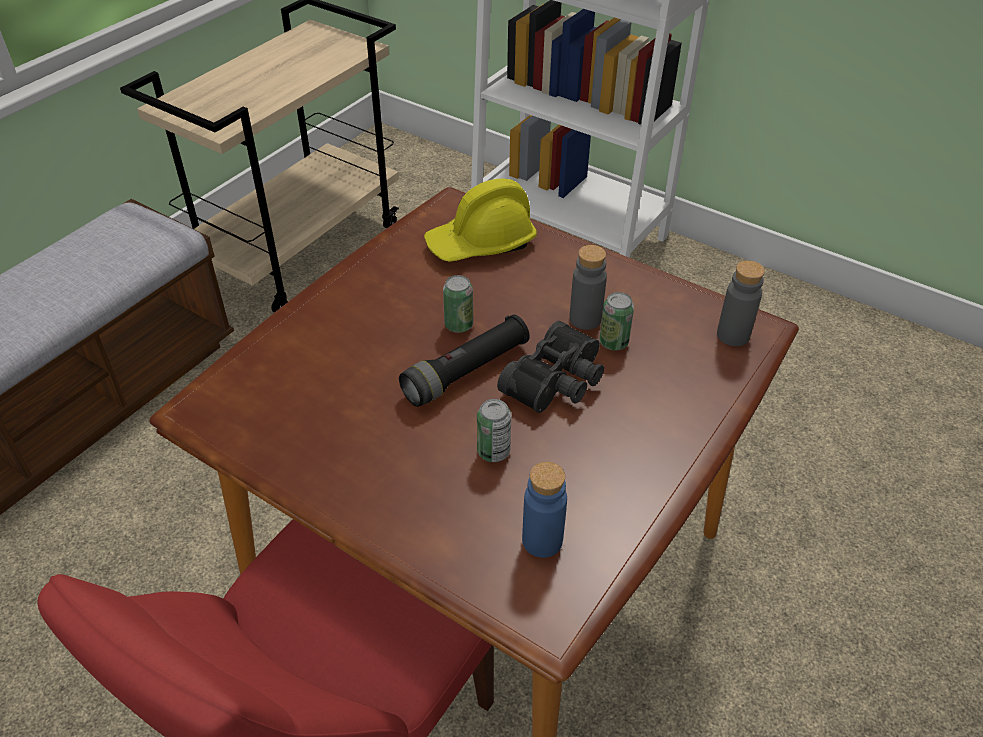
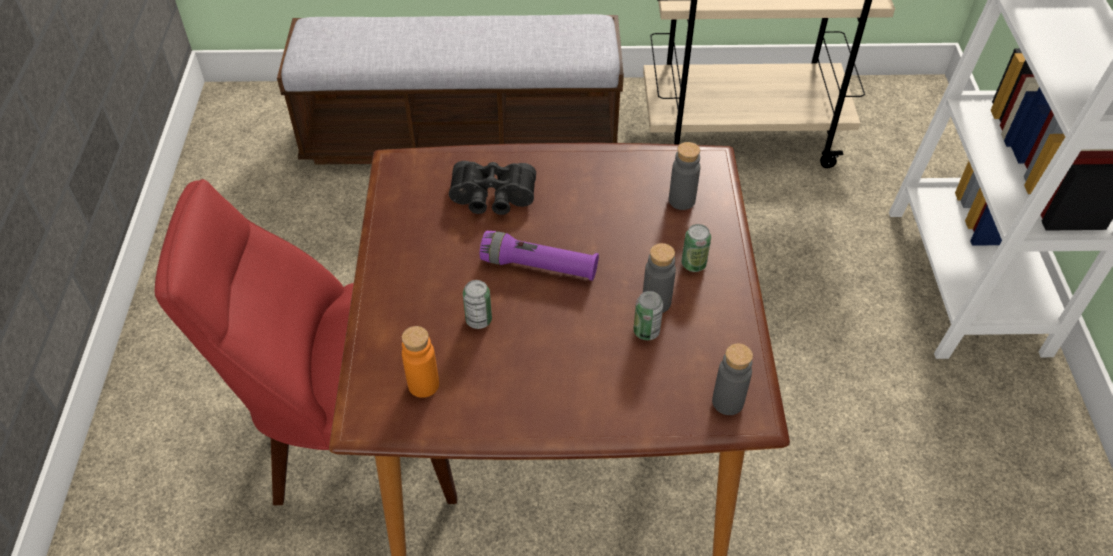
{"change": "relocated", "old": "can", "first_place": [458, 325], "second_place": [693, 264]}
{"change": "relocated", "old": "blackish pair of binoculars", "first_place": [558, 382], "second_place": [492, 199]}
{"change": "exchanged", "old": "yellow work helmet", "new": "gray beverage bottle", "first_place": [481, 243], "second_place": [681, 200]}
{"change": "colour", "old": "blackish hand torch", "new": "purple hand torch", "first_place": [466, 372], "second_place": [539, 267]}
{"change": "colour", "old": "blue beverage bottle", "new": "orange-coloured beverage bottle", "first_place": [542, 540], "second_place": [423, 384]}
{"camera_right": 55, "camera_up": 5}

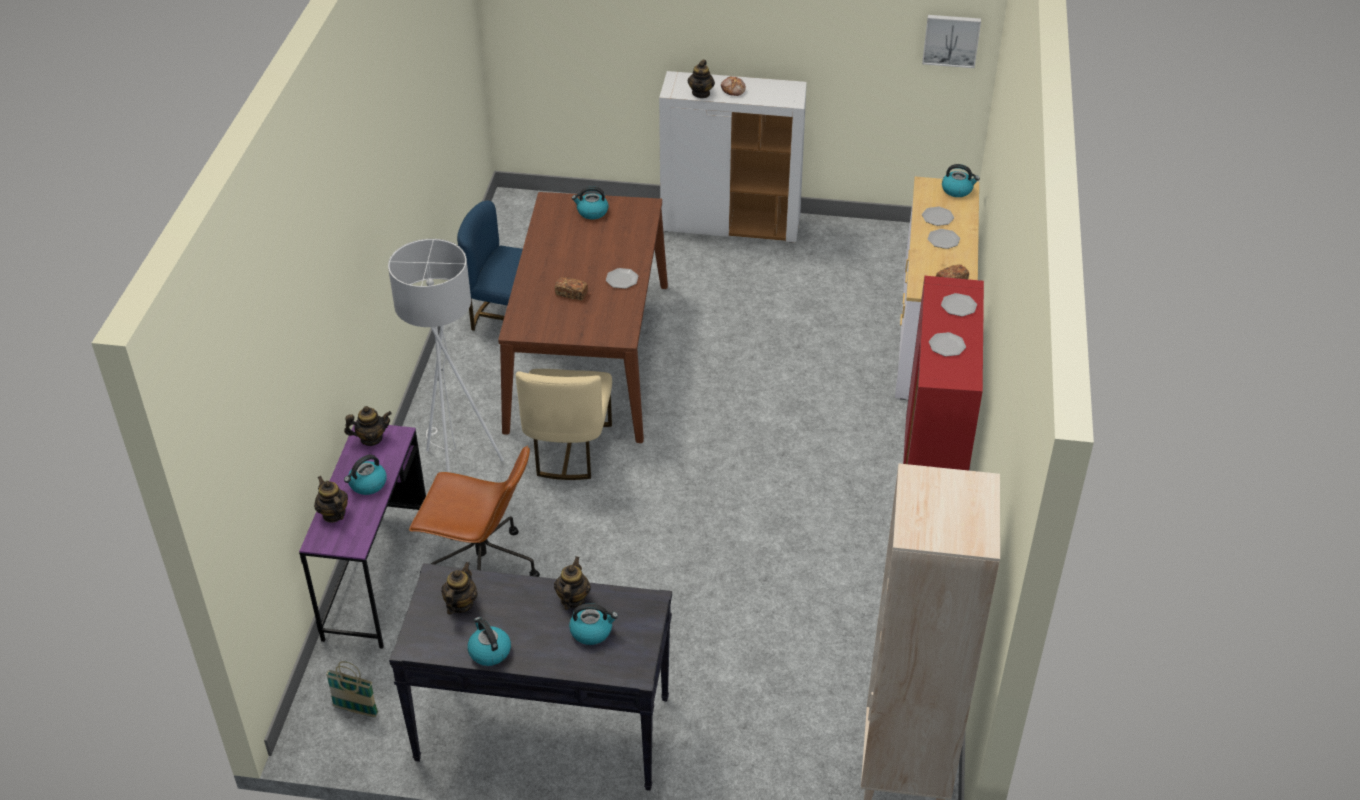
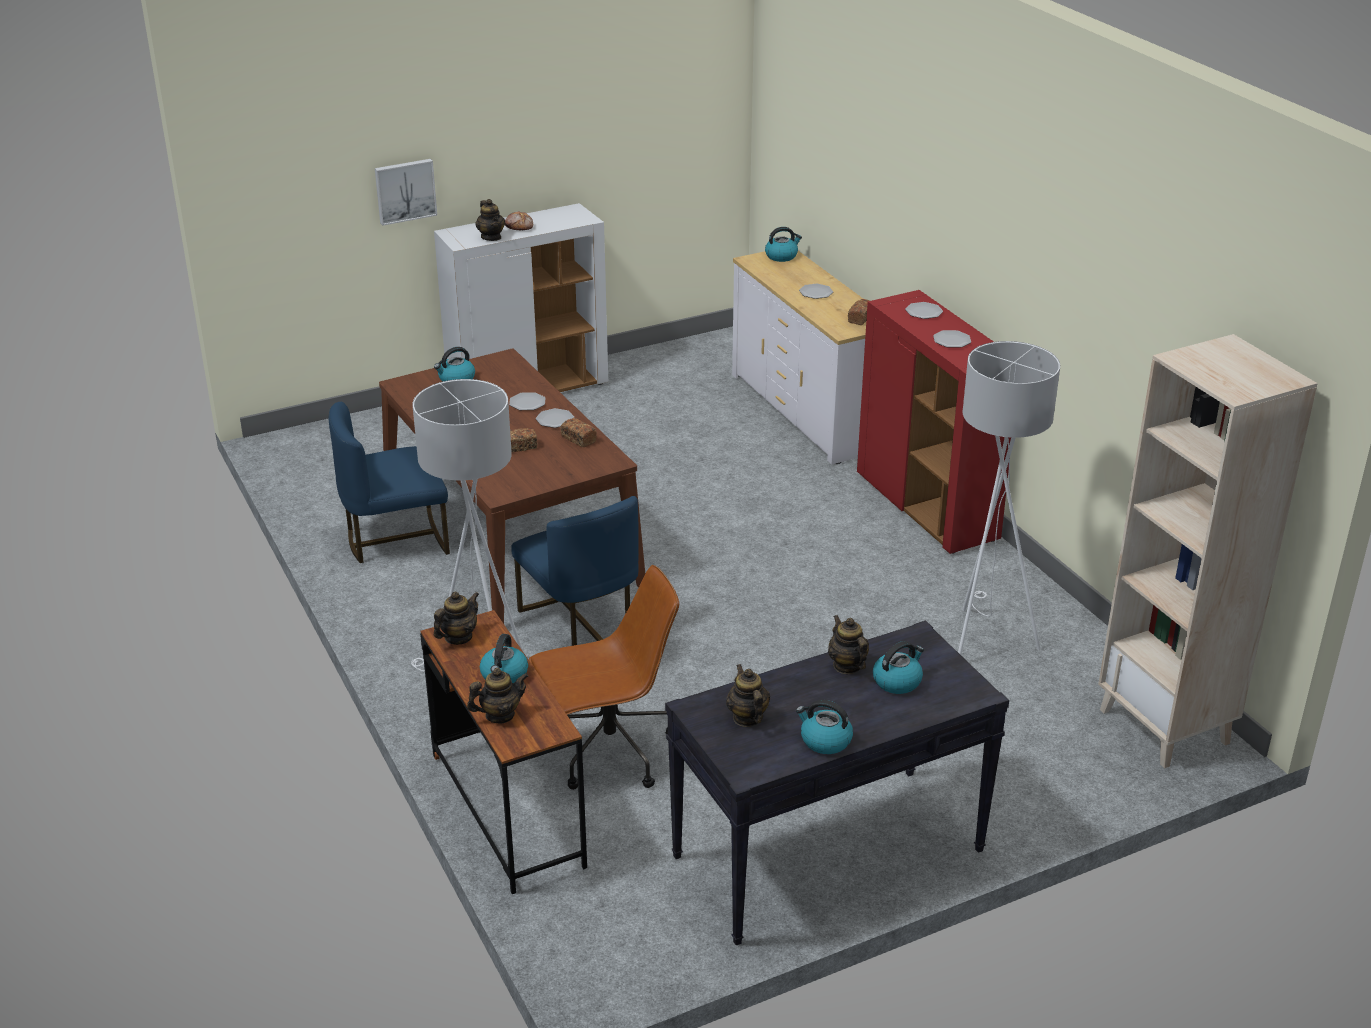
{"change": "missing", "old": "household basket", "first_place": [356, 710]}
{"change": "appeared", "new": "baked bread", "second_place": [578, 439]}
{"change": "appeared", "new": "whitish standard lamp", "second_place": [981, 637]}
{"change": "relocated", "old": "wall art", "first_place": [951, 40], "second_place": [405, 190]}
{"change": "relocated", "old": "plate", "first_place": [937, 217], "second_place": [527, 403]}
{"change": "colour", "old": "purple desk table", "new": "brownish desk table", "first_place": [377, 577], "second_place": [507, 810]}
{"change": "colour", "old": "beige upright chair", "new": "blue upright chair", "first_place": [568, 449], "second_place": [580, 620]}
{"change": "spun", "old": "teapot", "first_place": [333, 514], "second_place": [499, 715], "degrees": 135}
{"camera_right": -35, "camera_up": -10}

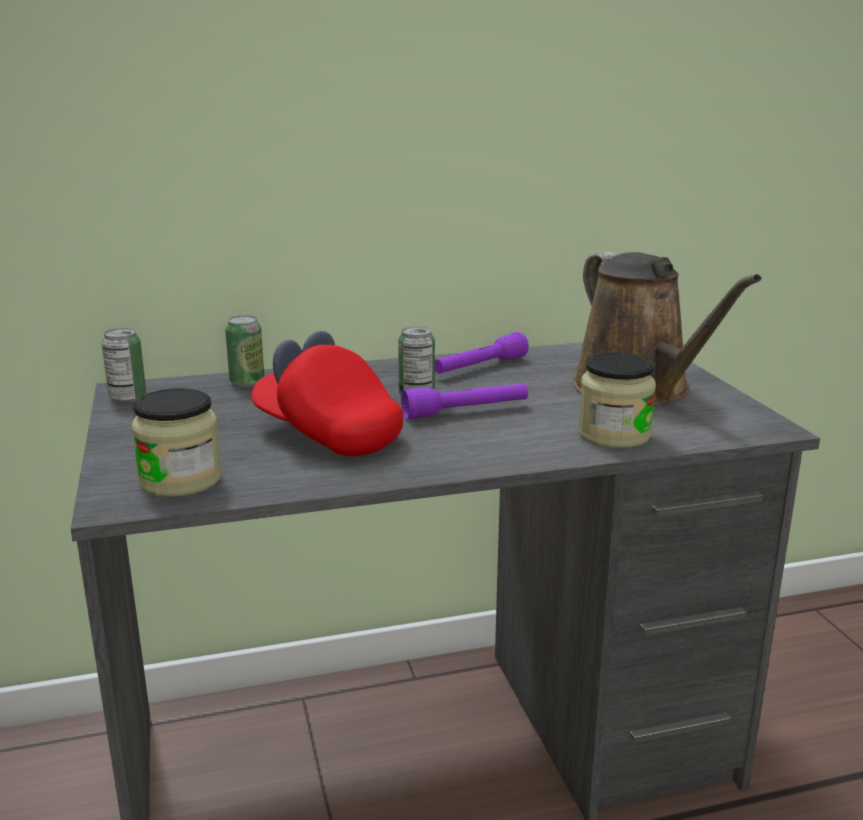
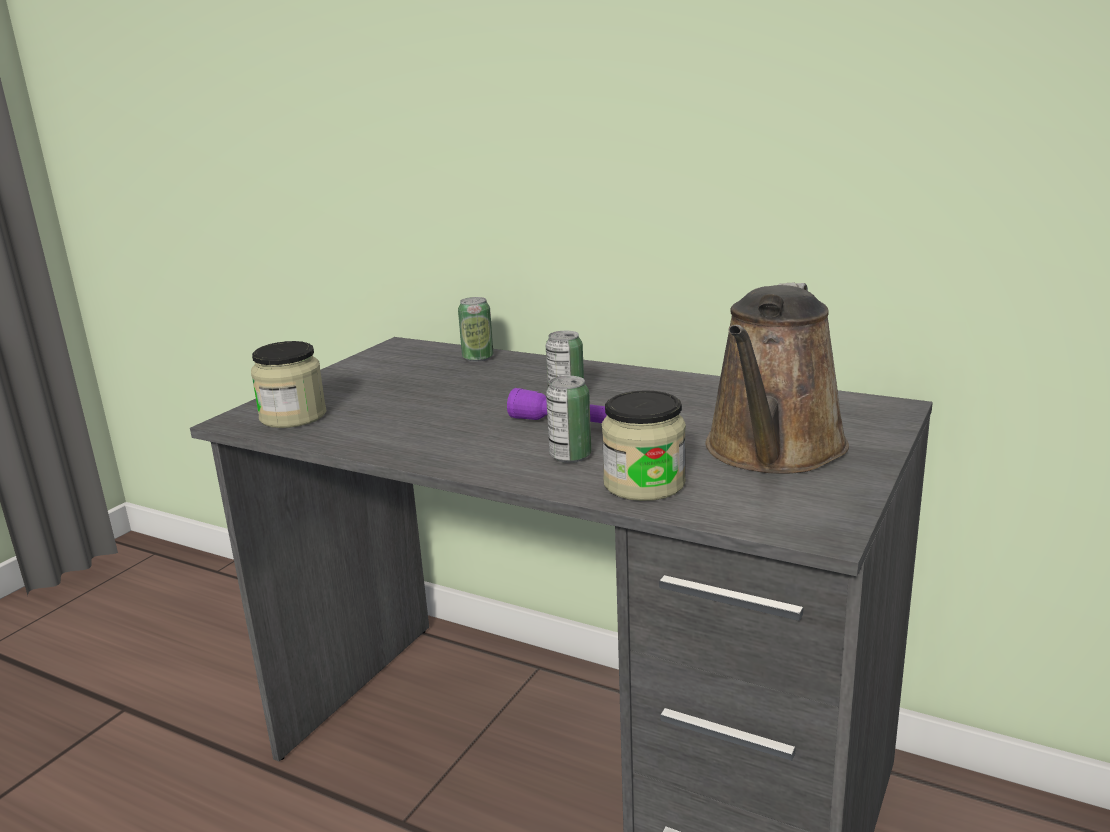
{"change": "missing", "old": "red-coloured cap", "first_place": [327, 434]}
{"change": "missing", "old": "purple hand torch", "first_place": [479, 367]}
{"change": "relocated", "old": "can", "first_place": [128, 398], "second_place": [570, 456]}
{"camera_right": 45, "camera_up": 0}

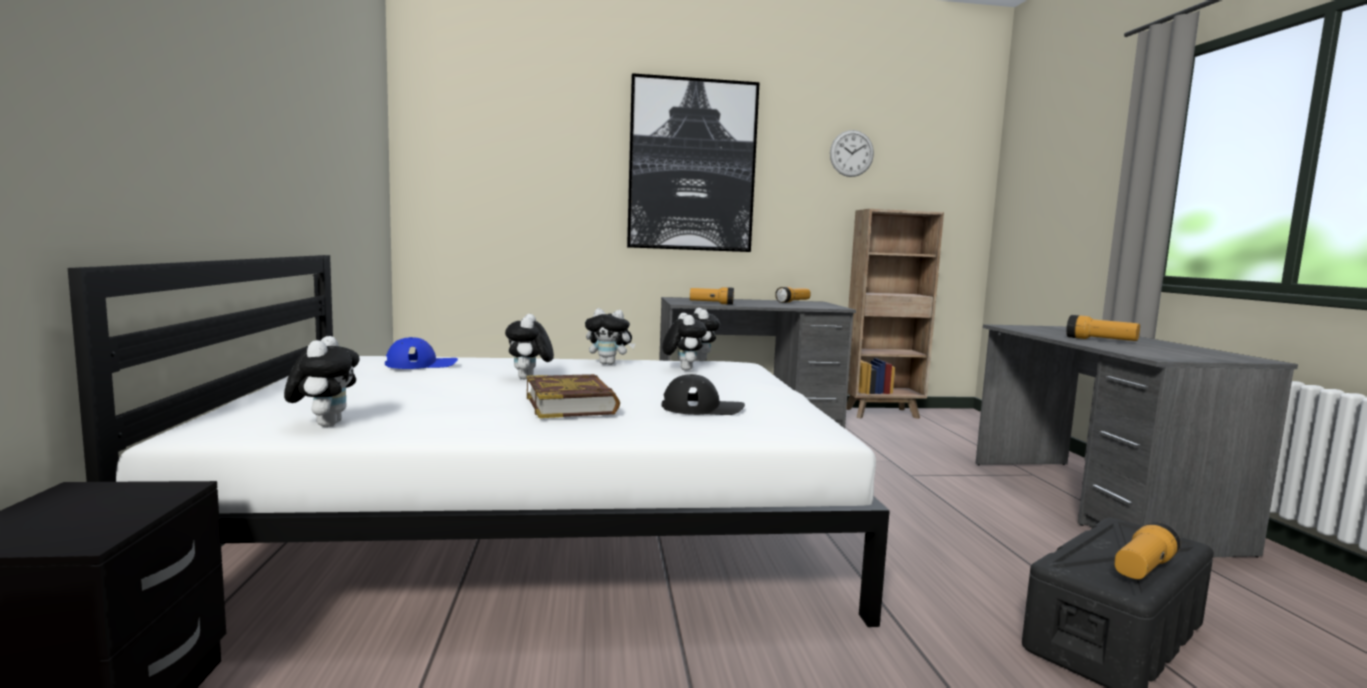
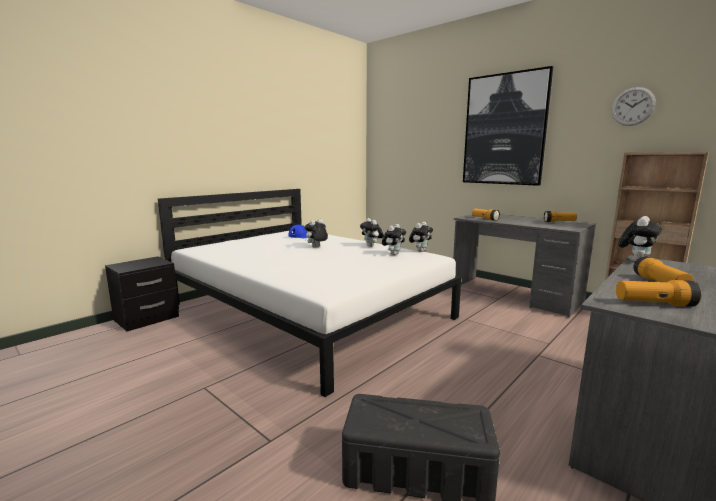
{"change": "missing", "old": "volume", "first_place": [571, 404]}
{"change": "missing", "old": "blackish cap", "first_place": [702, 408]}
{"change": "relocated", "old": "plush toy", "first_place": [325, 424], "second_place": [636, 260]}
{"change": "relocated", "old": "hand torch", "first_place": [1143, 568], "second_place": [654, 304]}
{"camera_right": 50, "camera_up": 5}

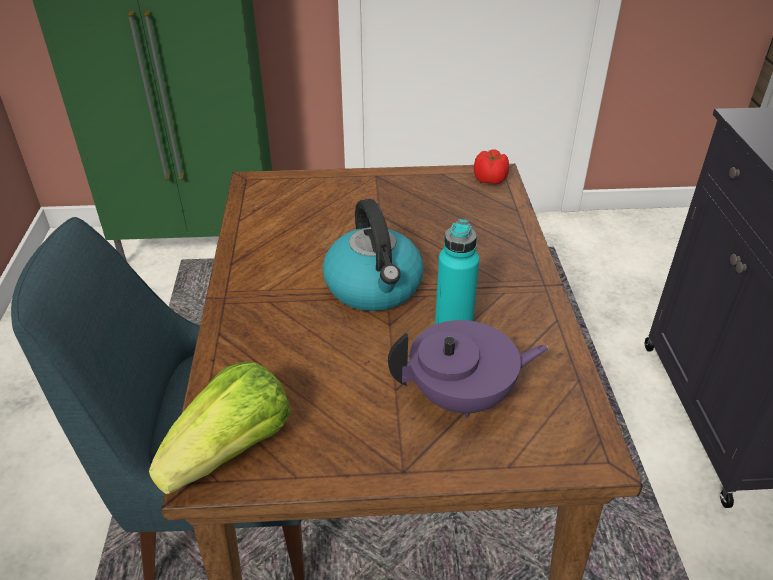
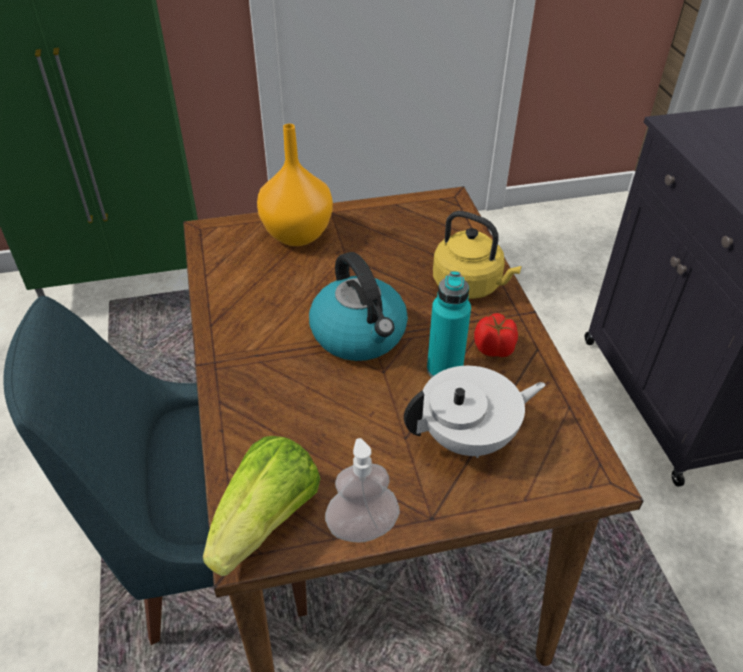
{"change": "appeared", "new": "orange-coloured decorative vase", "second_place": [297, 235]}
{"change": "appeared", "new": "soap bottle", "second_place": [362, 528]}
{"change": "appeared", "new": "yellow kettle", "second_place": [470, 285]}
{"change": "relocated", "old": "whole tomato", "first_place": [490, 180], "second_place": [494, 349]}
{"change": "colour", "old": "purple teapot", "new": "whitish teapot", "first_place": [463, 397], "second_place": [469, 437]}
{"camera_right": -10, "camera_up": 5}

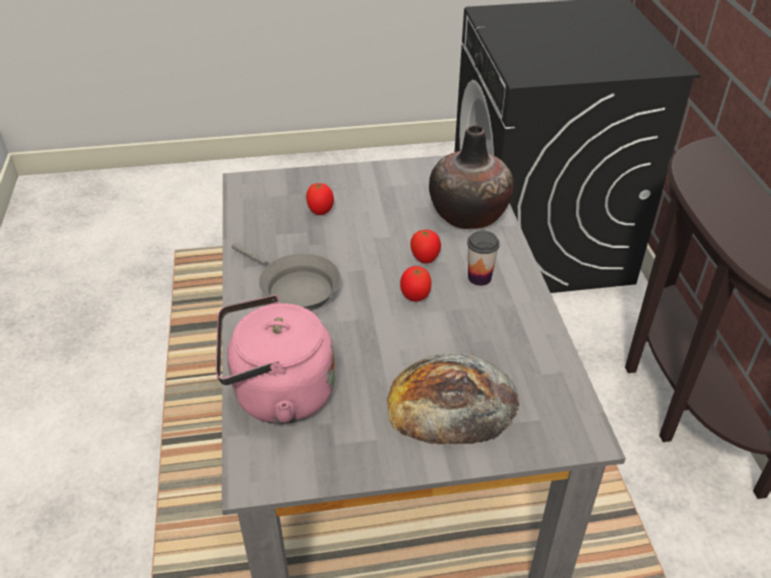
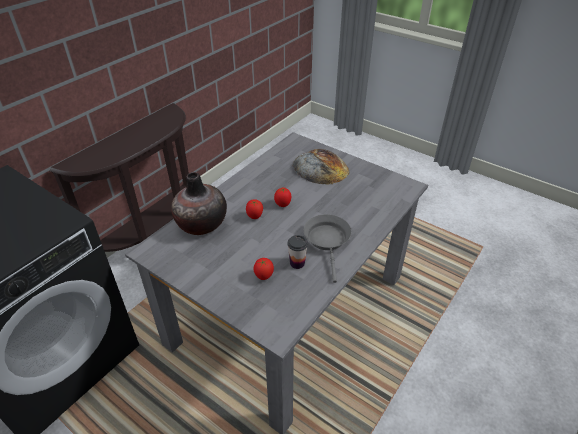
{"change": "missing", "old": "pink-coloured kettle", "first_place": [277, 395]}
{"change": "relocated", "old": "drinking cup", "first_place": [479, 277], "second_place": [297, 263]}
{"camera_right": -135, "camera_up": 0}

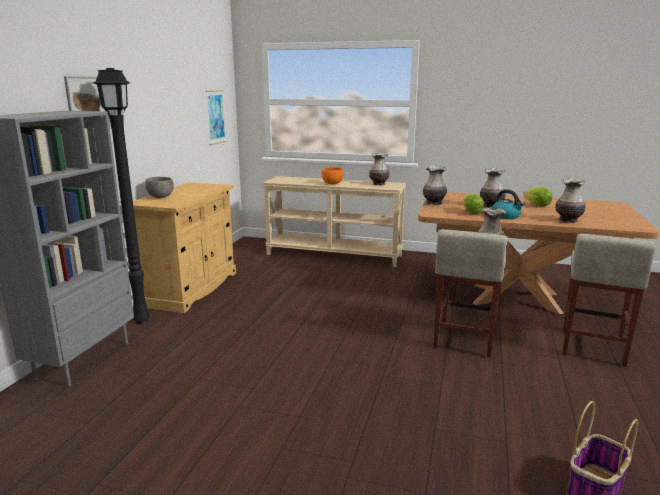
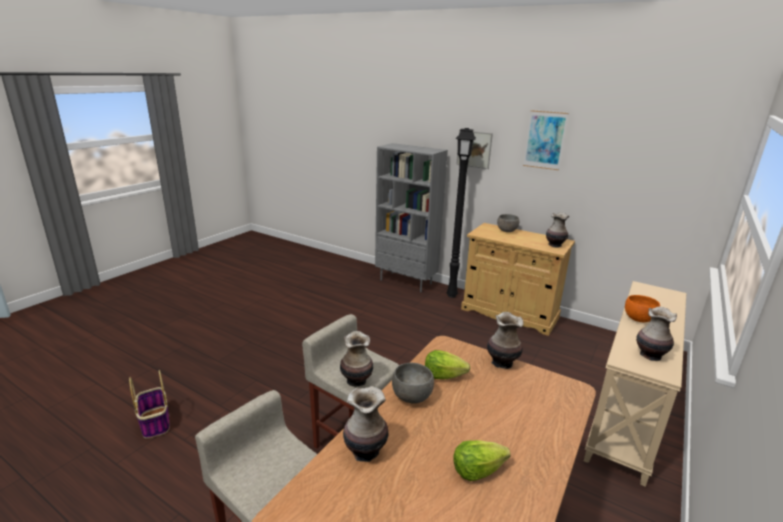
{"change": "relocated", "old": "wall art", "first_place": [215, 117], "second_place": [545, 140]}
{"change": "relocated", "old": "decorative vase", "first_place": [491, 206], "second_place": [554, 245]}
{"change": "exchanged", "old": "kettle", "new": "gray deep dish", "first_place": [506, 216], "second_place": [412, 397]}
{"camera_right": 105, "camera_up": 5}

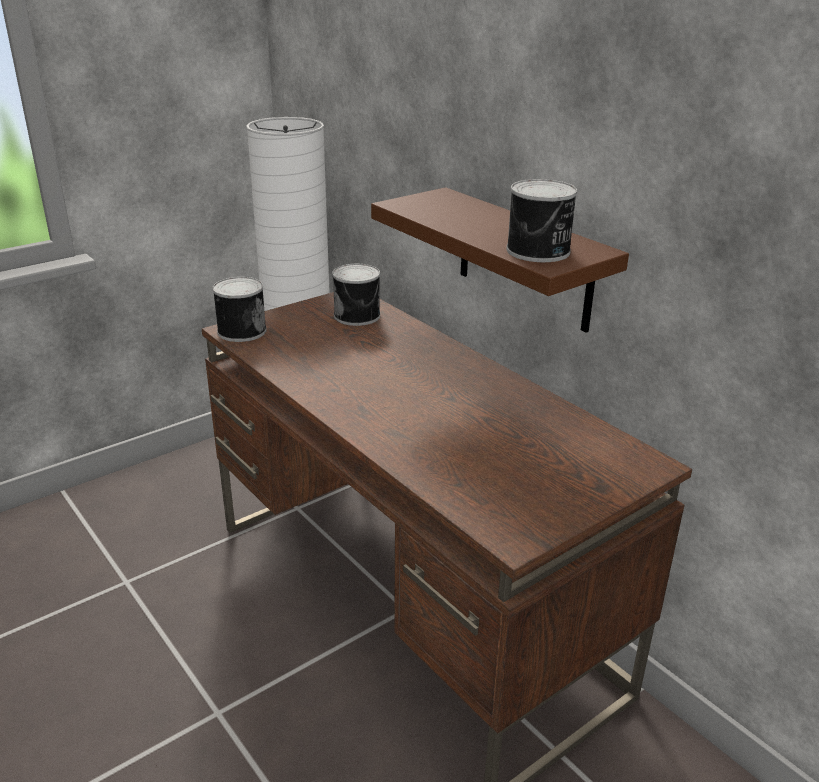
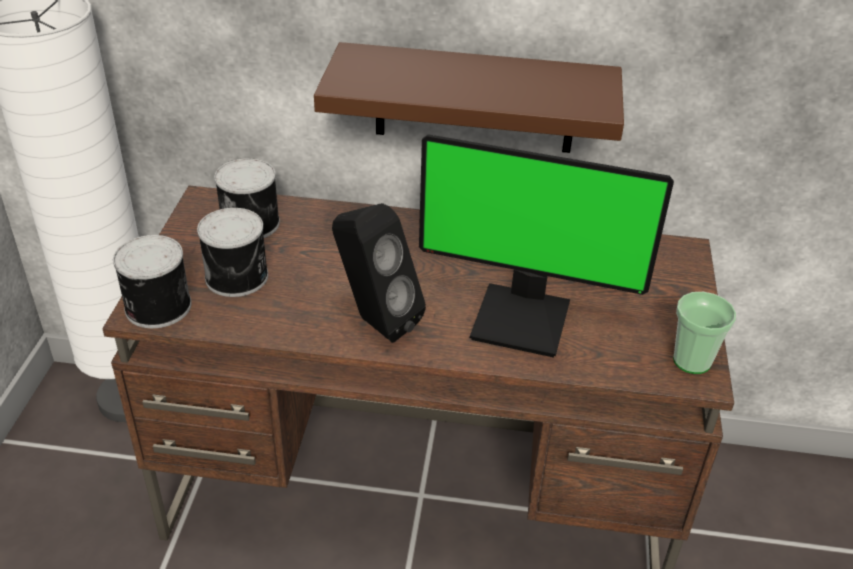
{"change": "appeared", "new": "blackish speaker", "second_place": [375, 321]}
{"change": "appeared", "new": "computer display", "second_place": [523, 318]}
{"change": "appeared", "new": "drinking cup", "second_place": [692, 361]}
{"change": "relocated", "old": "can", "first_place": [539, 251], "second_place": [238, 277]}
{"camera_right": -45, "camera_up": 10}

